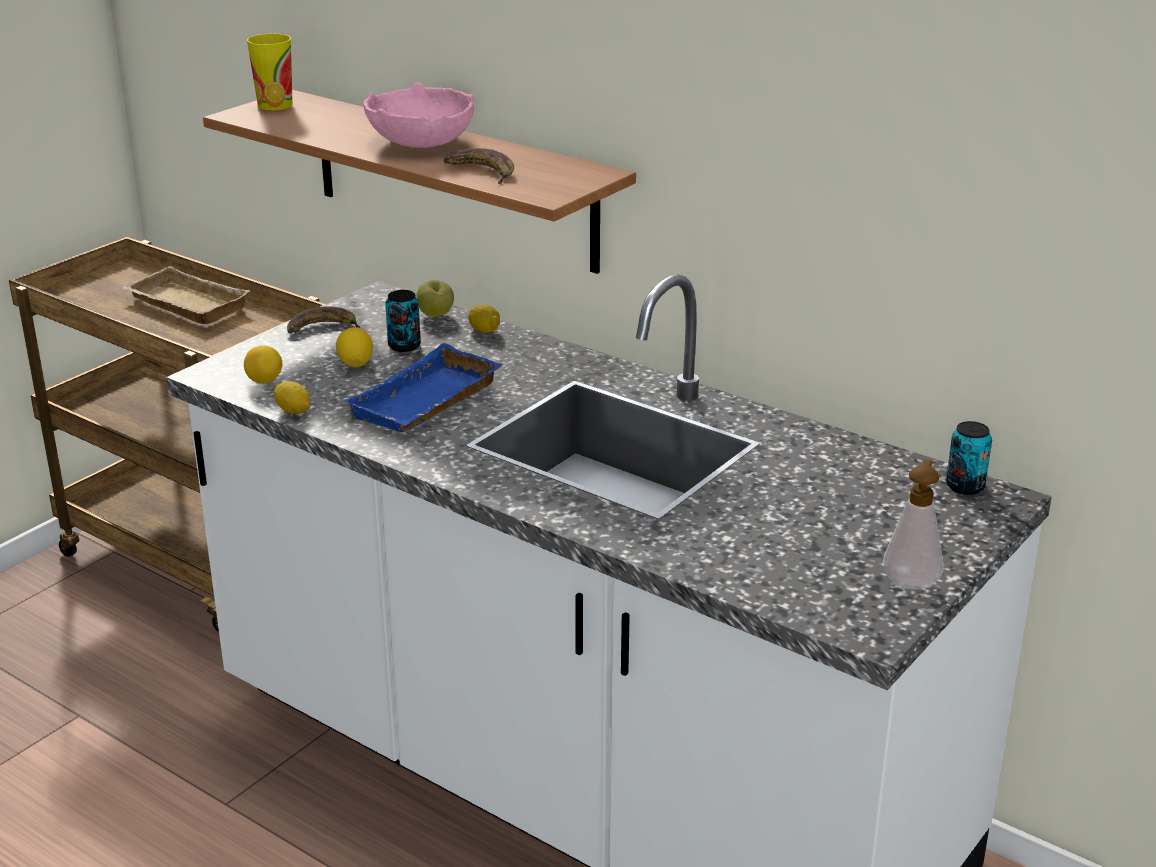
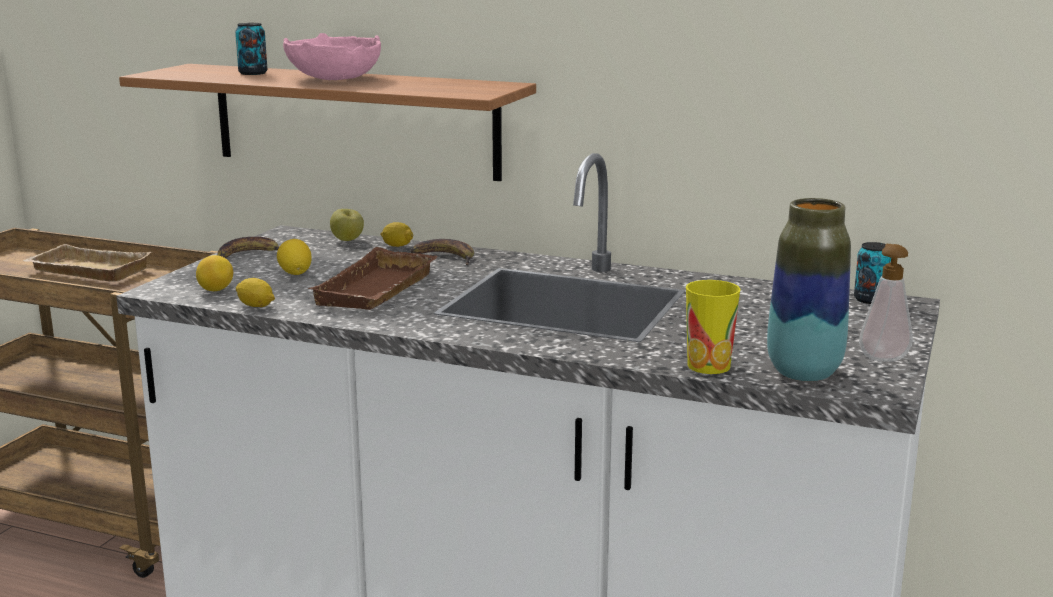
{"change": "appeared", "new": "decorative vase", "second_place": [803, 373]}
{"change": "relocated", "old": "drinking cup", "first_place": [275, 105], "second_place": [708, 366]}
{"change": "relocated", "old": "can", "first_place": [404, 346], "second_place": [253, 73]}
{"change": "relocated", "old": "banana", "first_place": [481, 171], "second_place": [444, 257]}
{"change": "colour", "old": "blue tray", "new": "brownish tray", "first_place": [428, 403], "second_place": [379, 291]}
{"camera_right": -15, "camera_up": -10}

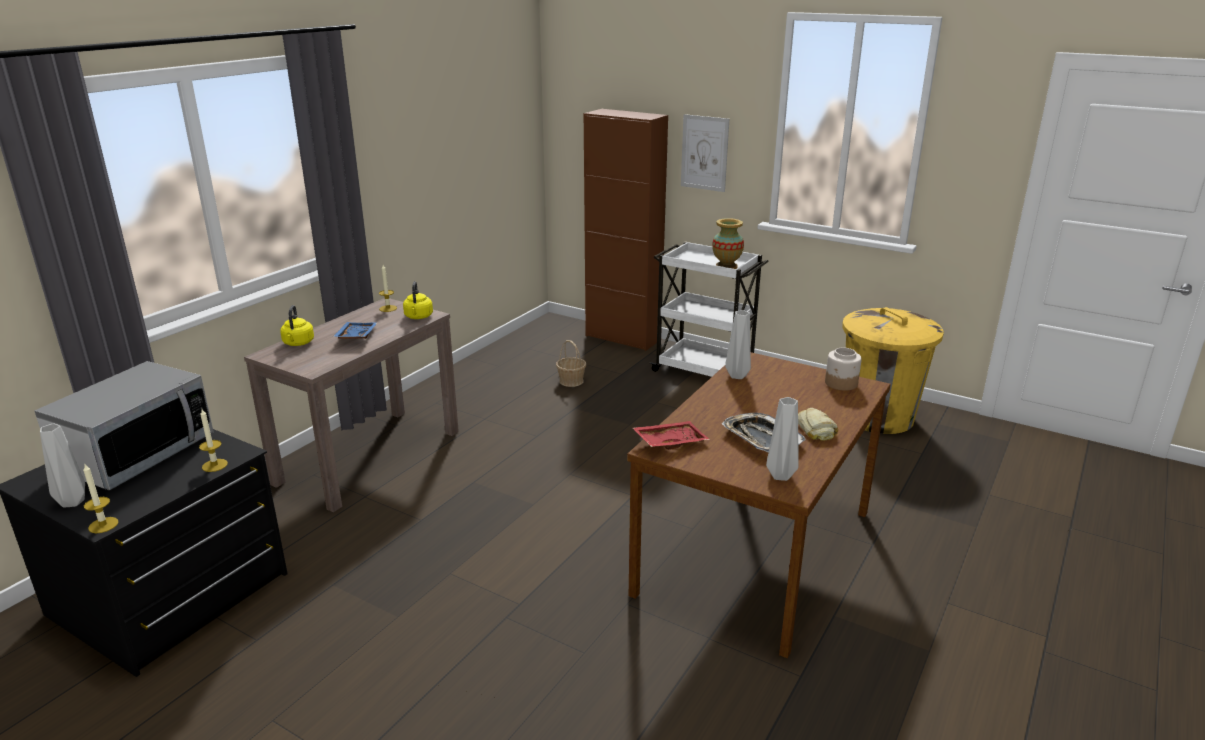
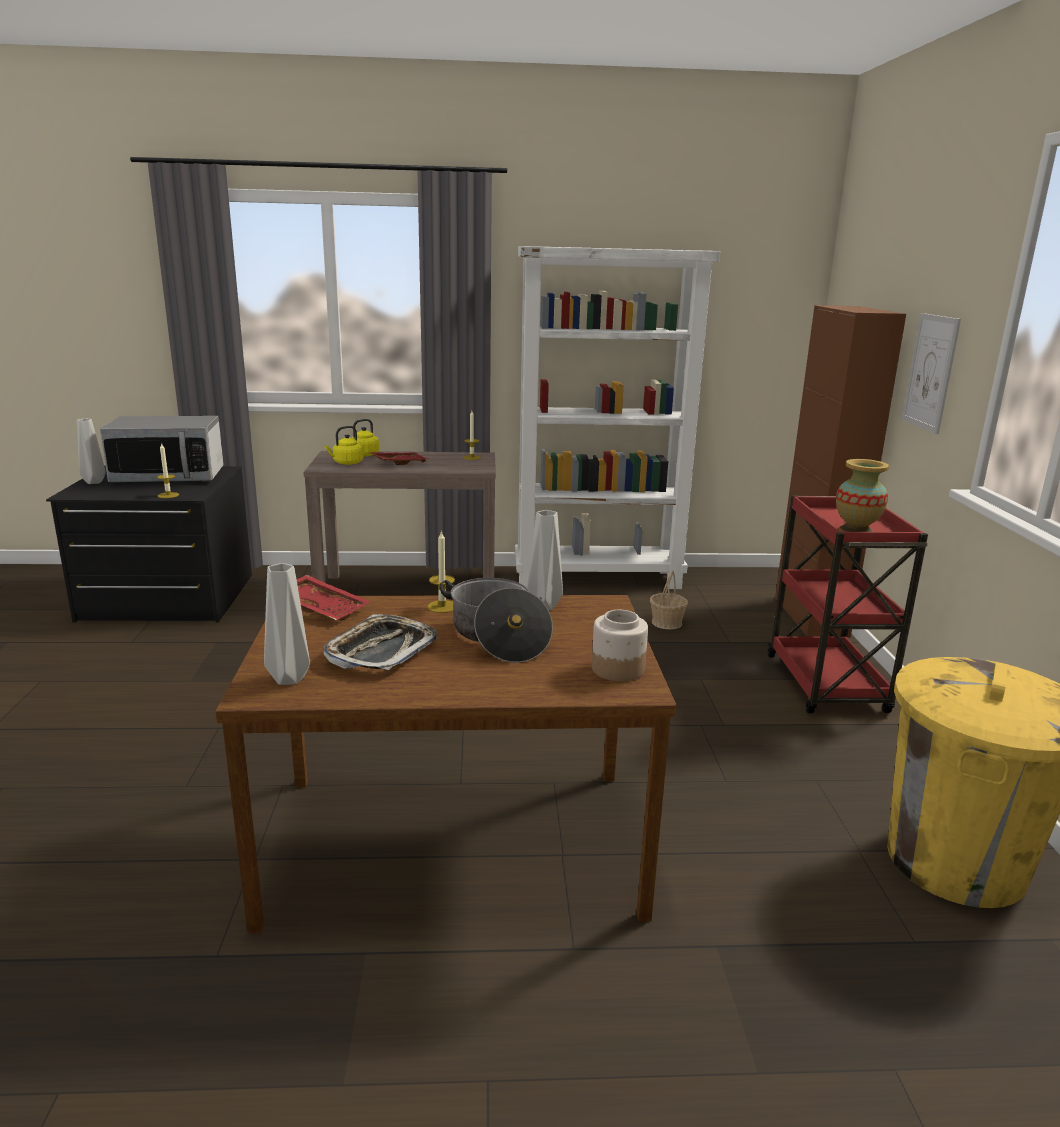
{"change": "missing", "old": "baked bread", "first_place": [816, 429]}
{"change": "appeared", "new": "cooking pot", "second_place": [497, 637]}
{"change": "appeared", "new": "whitish shelving unit", "second_place": [598, 578]}
{"change": "relocated", "old": "wax candle", "first_place": [103, 525], "second_place": [442, 606]}
{"change": "relocated", "old": "yellow kettle", "first_place": [418, 317], "second_place": [346, 463]}
{"change": "colour", "old": "blue tray", "new": "red-coloured tray", "first_place": [355, 337], "second_place": [399, 463]}
{"change": "colour", "old": "whitish cart", "new": "red-coloured cart", "first_place": [704, 371], "second_place": [827, 685]}
{"camera_right": 55, "camera_up": -5}

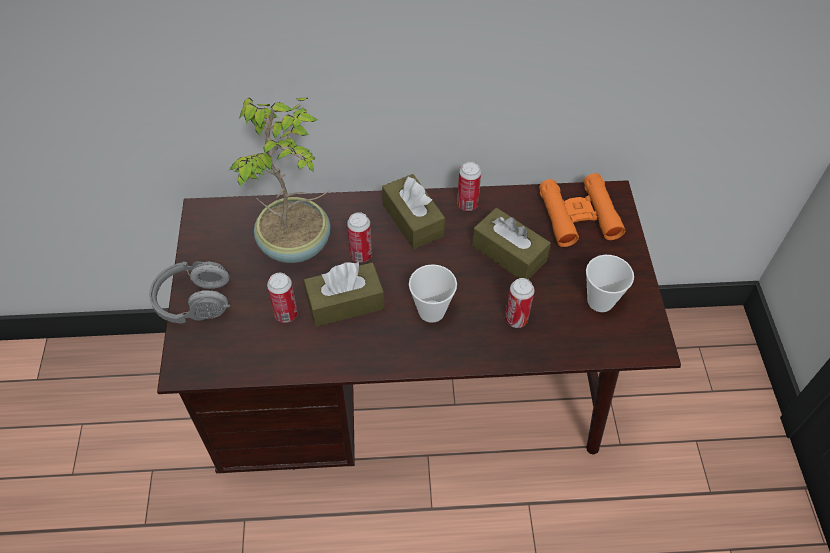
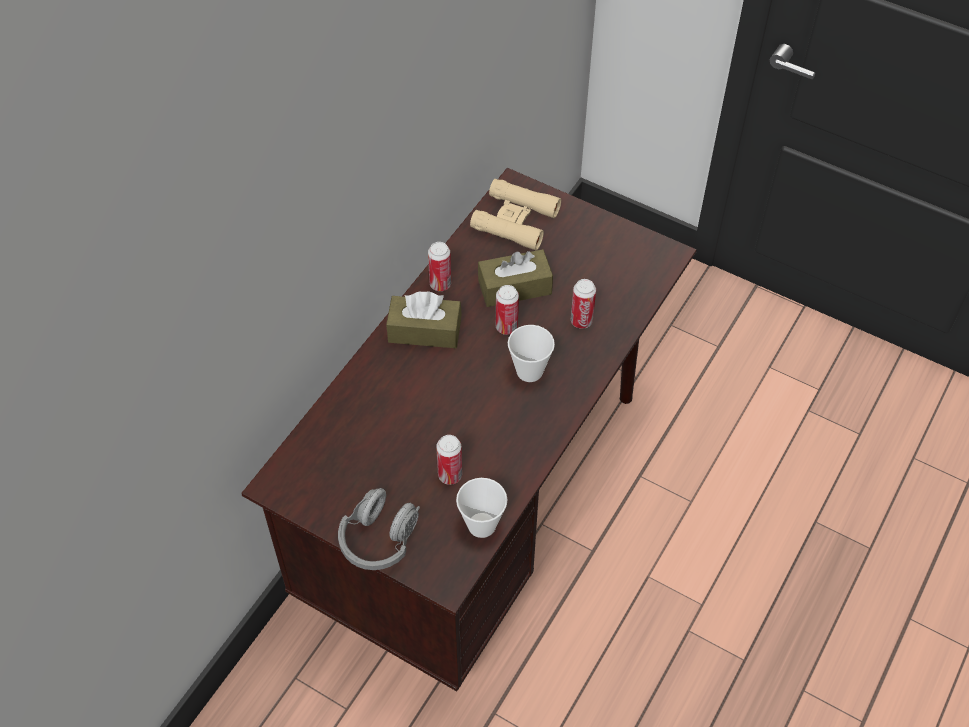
{"change": "missing", "old": "plant in a pot", "first_place": [297, 244]}
{"change": "missing", "old": "brownish tissue holder", "first_place": [345, 303]}
{"change": "relocated", "old": "can", "first_place": [361, 255], "second_place": [506, 327]}
{"change": "relocated", "old": "drinking cup", "first_place": [600, 301], "second_place": [481, 525]}
{"change": "colour", "old": "orange-coloured pair of binoculars", "new": "beige pair of binoculars", "first_place": [578, 215], "second_place": [515, 220]}
{"camera_right": -55, "camera_up": 0}

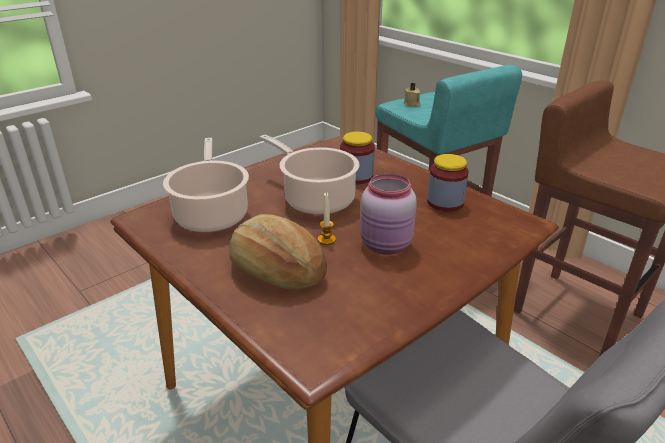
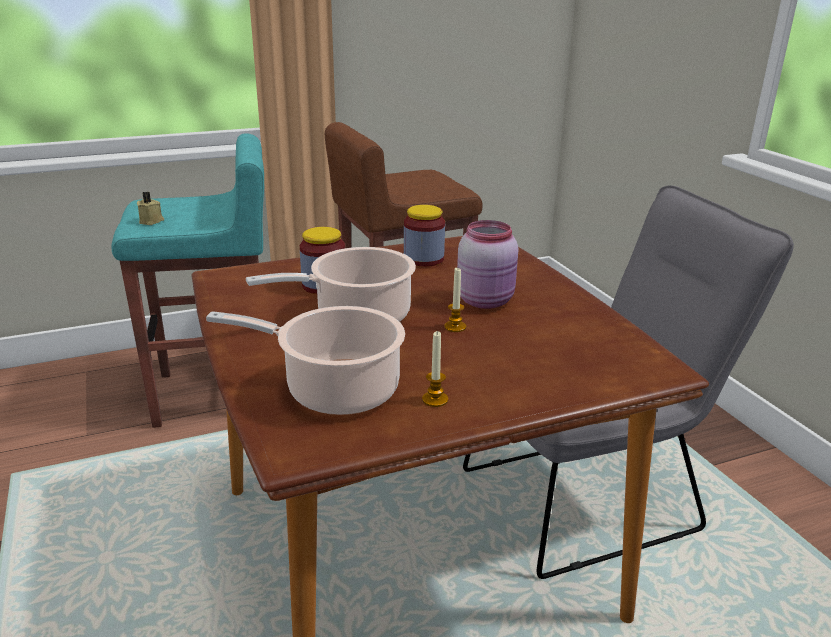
{"change": "missing", "old": "baked bread", "first_place": [277, 271]}
{"change": "appeared", "new": "wax candle", "second_place": [435, 400]}
{"camera_right": -70, "camera_up": -5}

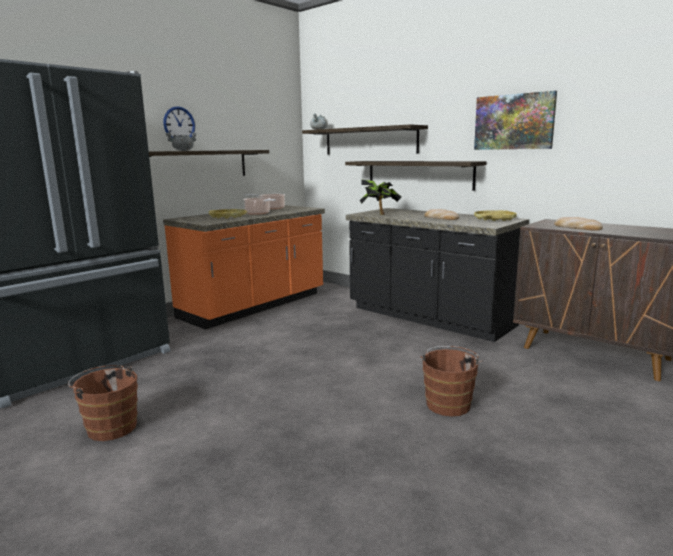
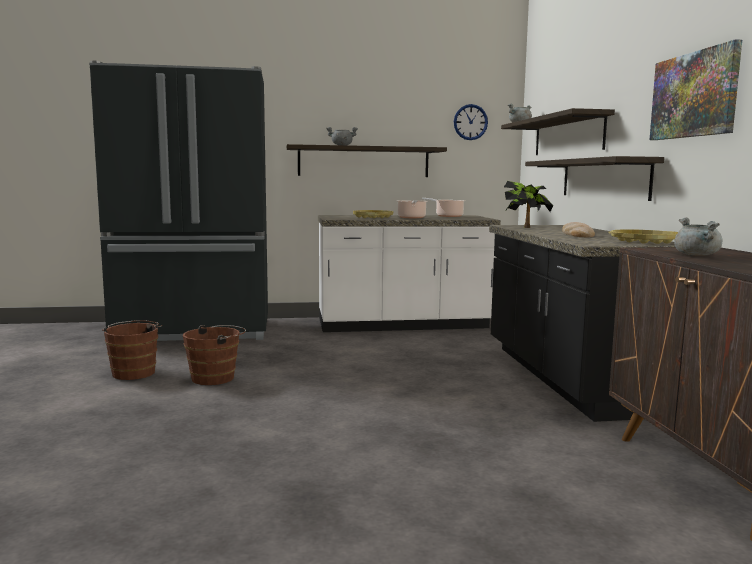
{"change": "relocated", "old": "clock on the wall", "first_place": [179, 124], "second_place": [470, 122]}
{"change": "relocated", "old": "brownish bucket", "first_place": [448, 403], "second_place": [216, 378]}
{"change": "exchanged", "old": "baked bread", "new": "gray cooking pot", "first_place": [577, 227], "second_place": [697, 255]}
{"change": "colour", "old": "orange-coloured kitchen counter", "new": "whitish kitchen counter", "first_place": [254, 306], "second_place": [403, 325]}
{"camera_right": 40, "camera_up": -5}

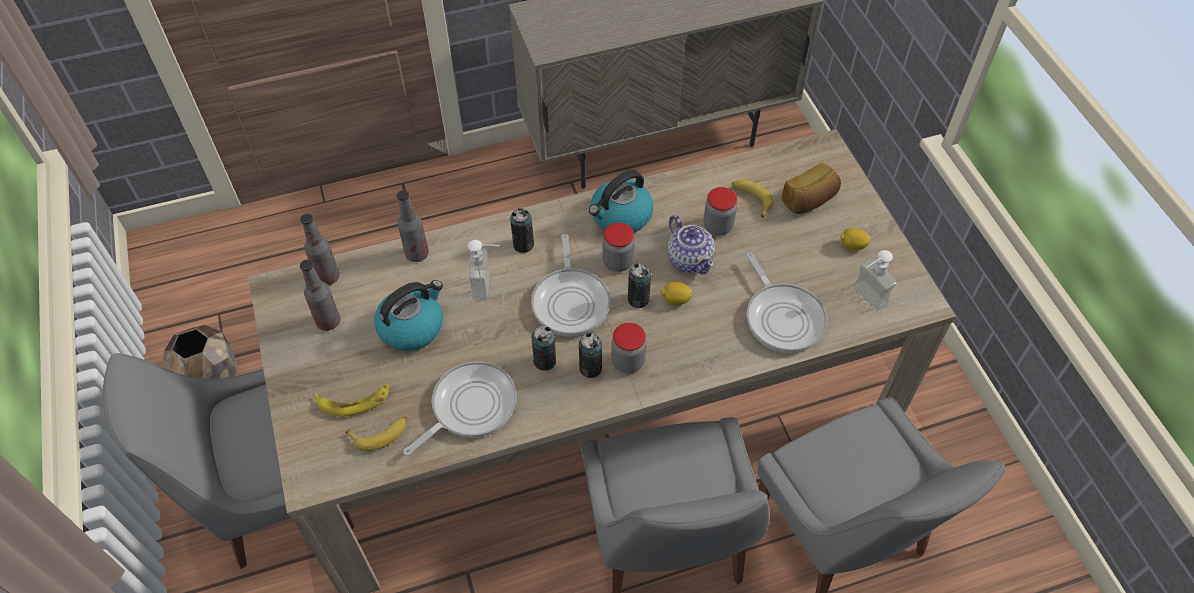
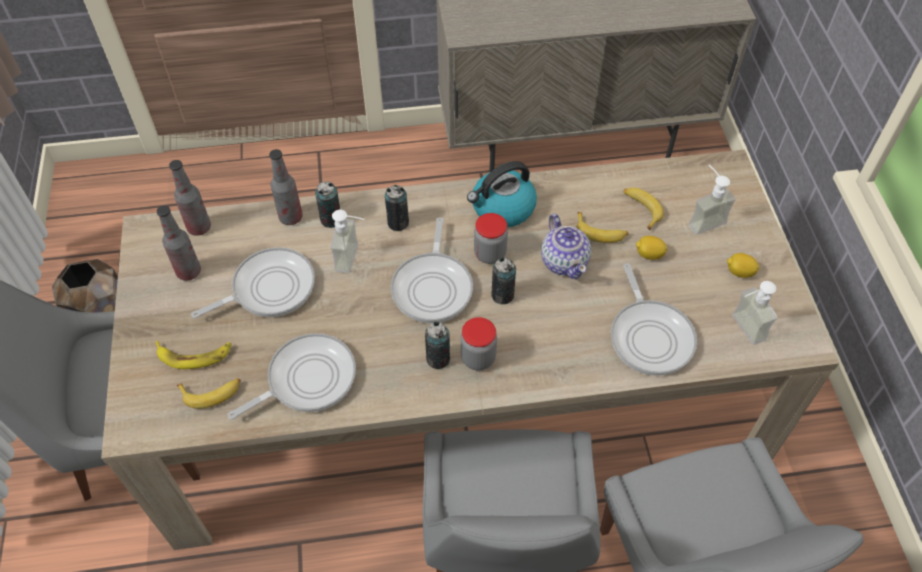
{"change": "relocated", "old": "can", "first_place": [545, 361], "second_place": [331, 220]}
{"change": "relocated", "old": "lemon", "first_place": [675, 300], "second_place": [649, 254]}
{"change": "exchanged", "old": "kettle", "new": "skillet", "first_place": [412, 326], "second_place": [269, 289]}
{"change": "exchanged", "old": "storage jar", "new": "banana", "first_place": [718, 226], "second_place": [600, 232]}
{"change": "exchanged", "old": "baked bread", "new": "soap bottle", "first_place": [809, 200], "second_place": [703, 218]}
{"camera_right": 10, "camera_up": 0}

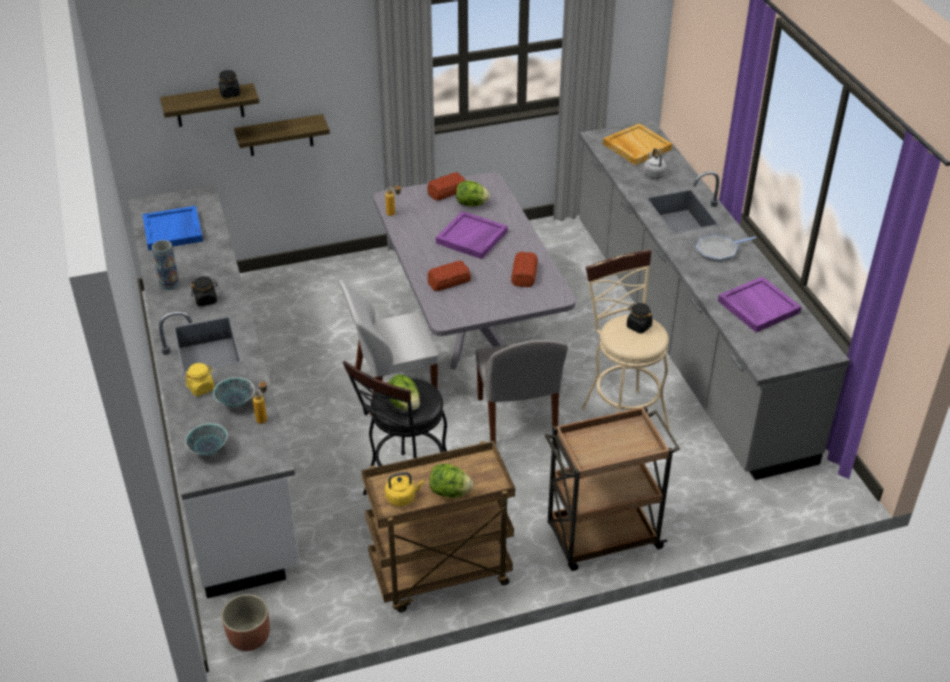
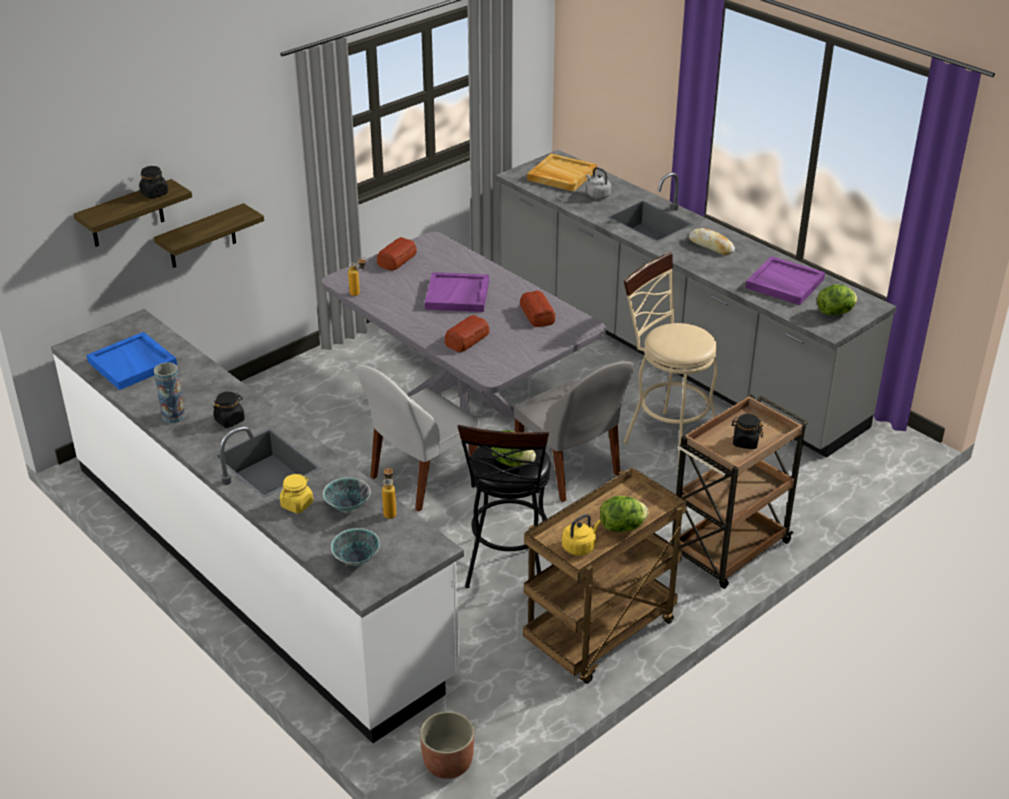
{"change": "relocated", "old": "head of lettuce", "first_place": [471, 204], "second_place": [835, 312]}
{"change": "relocated", "old": "blackish storage jar", "first_place": [638, 326], "second_place": [745, 442]}
{"change": "exchanged", "old": "skillet", "new": "baked bread", "first_place": [718, 251], "second_place": [711, 246]}
{"camera_right": -25, "camera_up": -5}

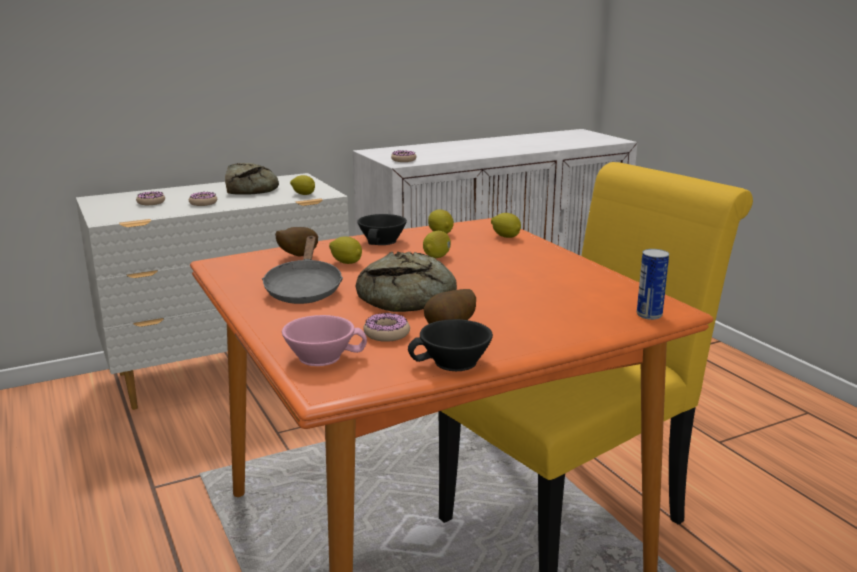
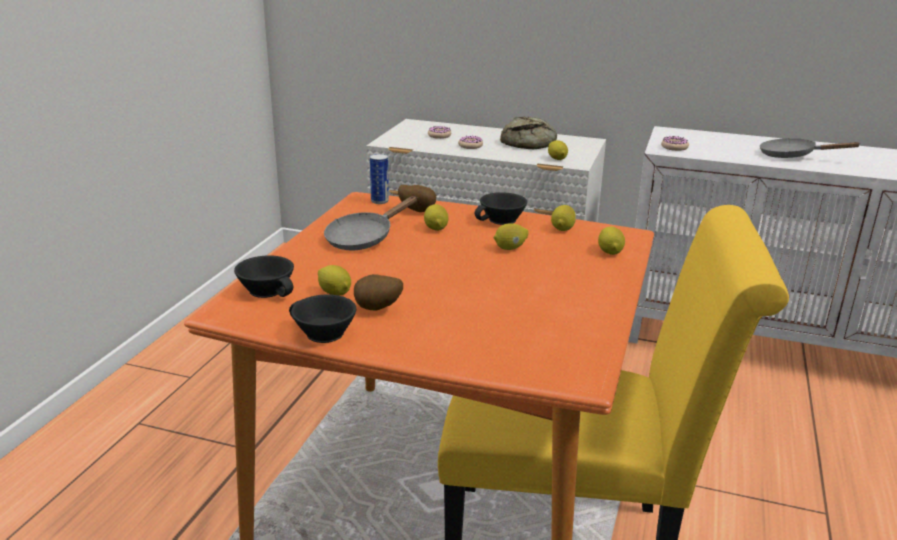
{"change": "missing", "old": "baked bread", "first_place": [410, 297]}
{"change": "appeared", "new": "gray skillet", "second_place": [792, 156]}
{"change": "relocated", "old": "can", "first_place": [649, 315], "second_place": [379, 201]}
{"change": "exchanged", "old": "doughnut", "new": "lemon", "first_place": [387, 334], "second_place": [335, 293]}
{"change": "colour", "old": "pink-coloured drinking cup", "new": "blackish drinking cup", "first_place": [322, 355], "second_place": [269, 290]}
{"camera_right": 45, "camera_up": 5}

